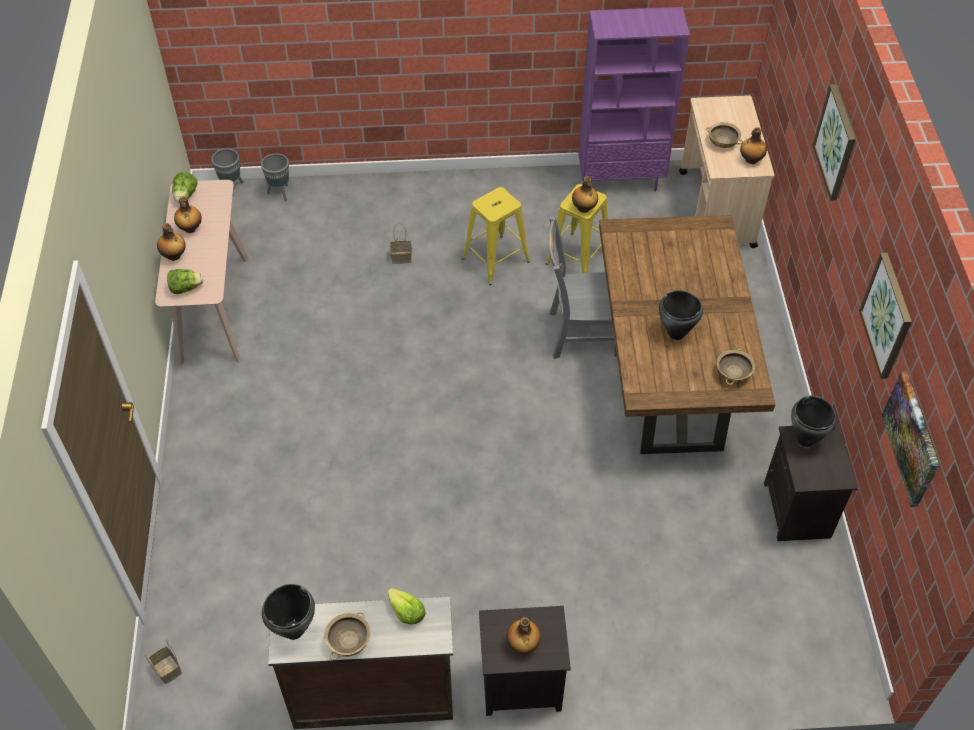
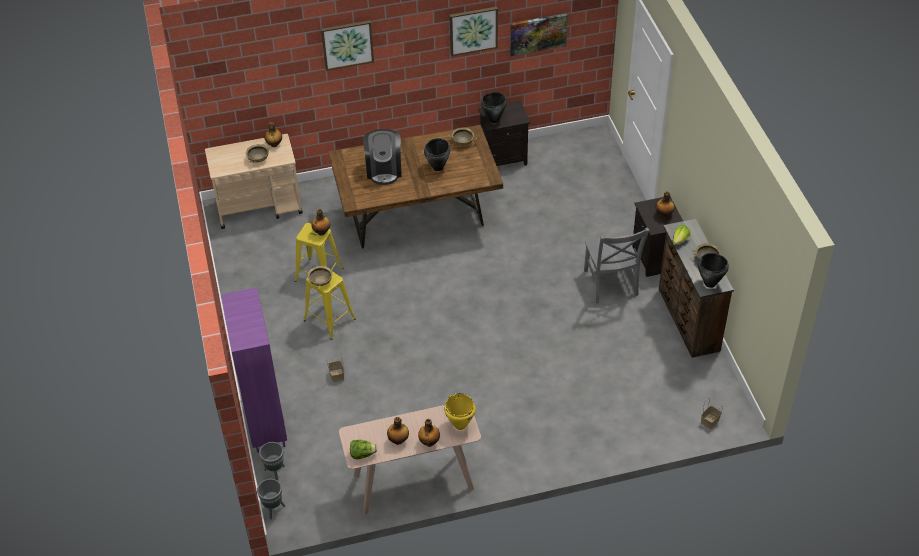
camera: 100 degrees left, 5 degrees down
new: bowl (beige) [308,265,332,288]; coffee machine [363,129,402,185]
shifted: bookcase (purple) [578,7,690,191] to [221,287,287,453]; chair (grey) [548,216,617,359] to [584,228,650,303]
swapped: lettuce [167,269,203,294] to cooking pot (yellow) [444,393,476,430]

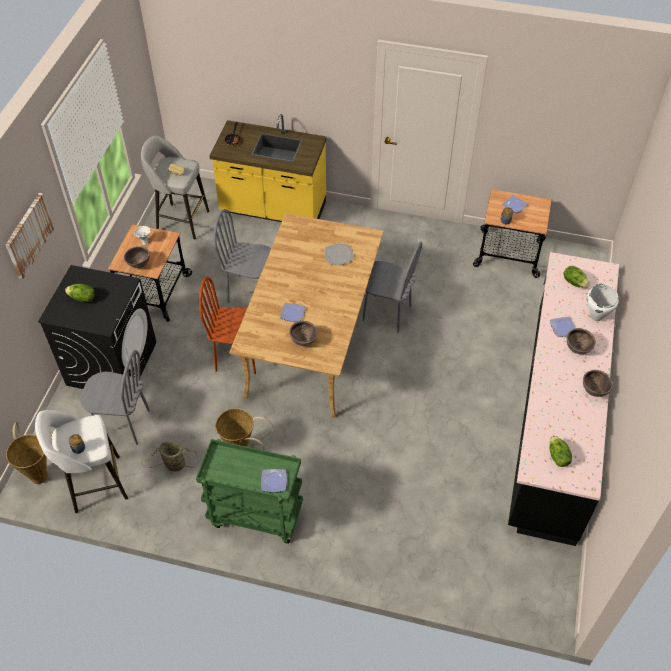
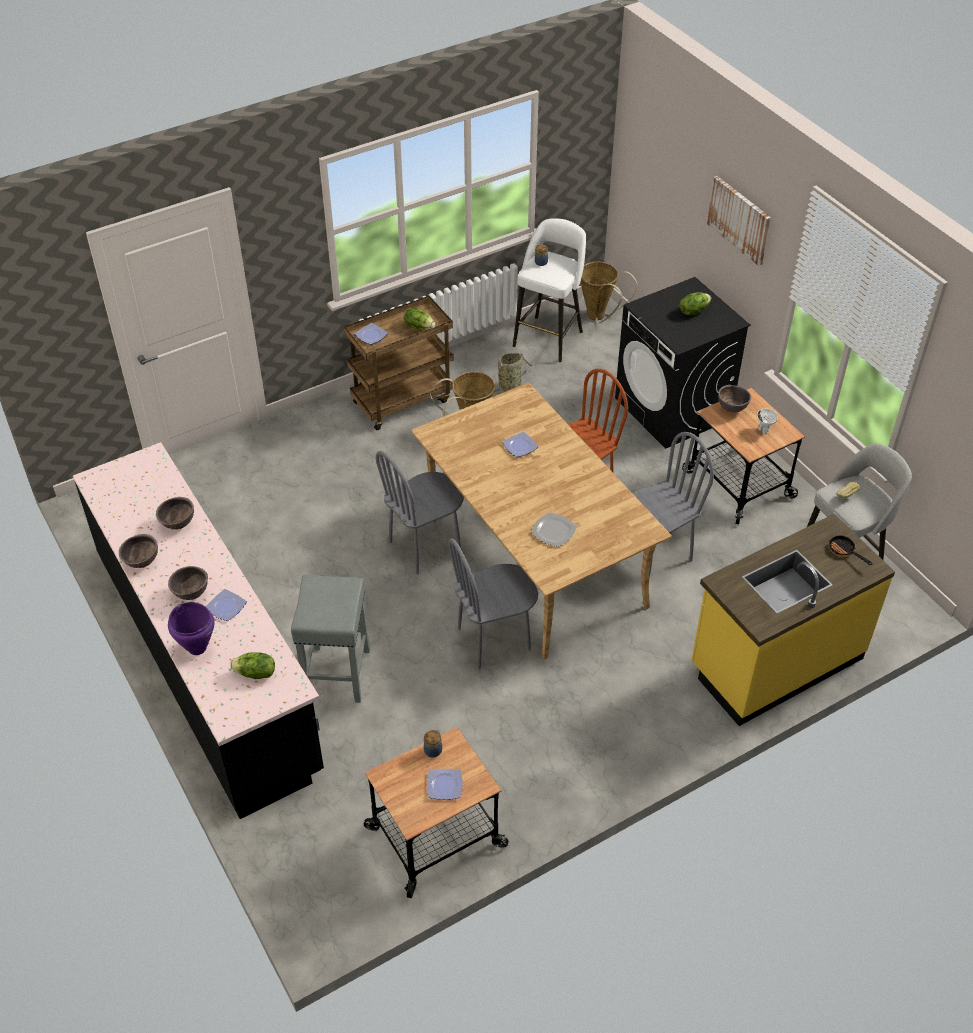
camera: 135 degrees right, 5 degrees down
new: stool (grey) [291,575,370,703]
shifted: bowl (brown) [289,321,318,346] to [156,497,194,530]; chair (grey) [80,350,150,445] to [376,451,464,574]; lettuce [549,436,572,467] to [404,307,435,330]
repainted: cooking pot (white) [587,284,619,321] to cooking pot (purple) [168,602,214,655]; cart (green) [196,439,303,544] to cart (brown) [344,296,454,430]

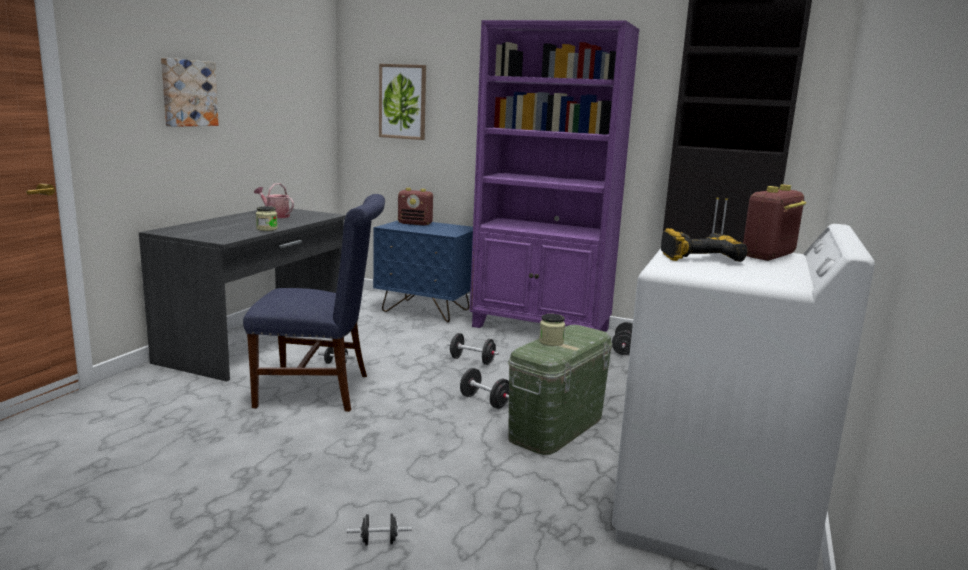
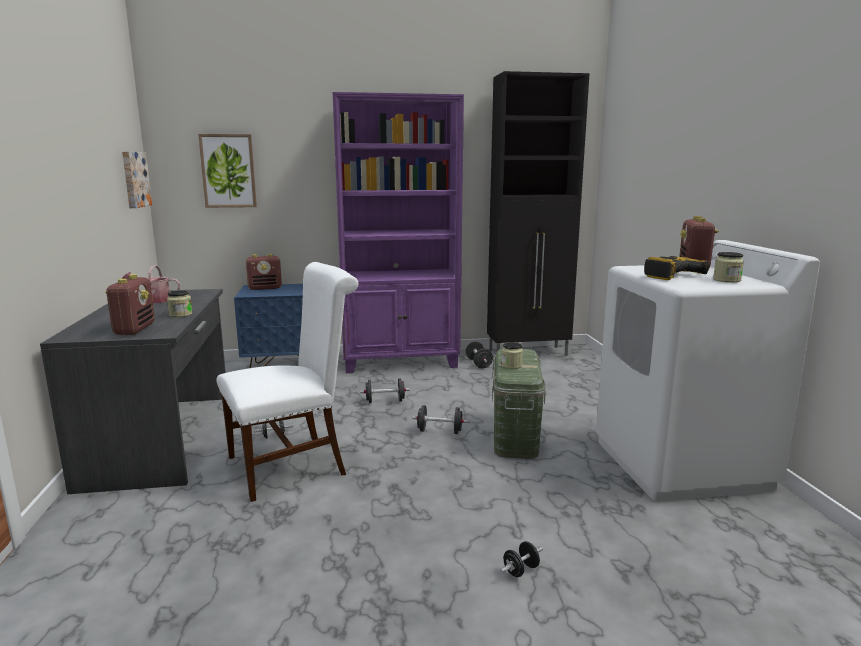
camera: 30 degrees left, 0 degrees up
new: radio [105,274,155,335]; jar [713,252,744,283]
shifted: picture [161,58,218,127] to [122,151,152,208]
repainted: chair (blue) [243,194,385,412] to chair (white) [216,262,358,502]

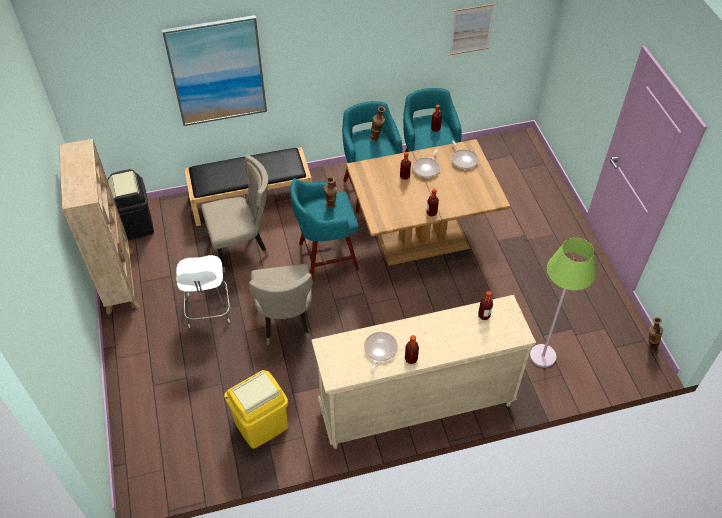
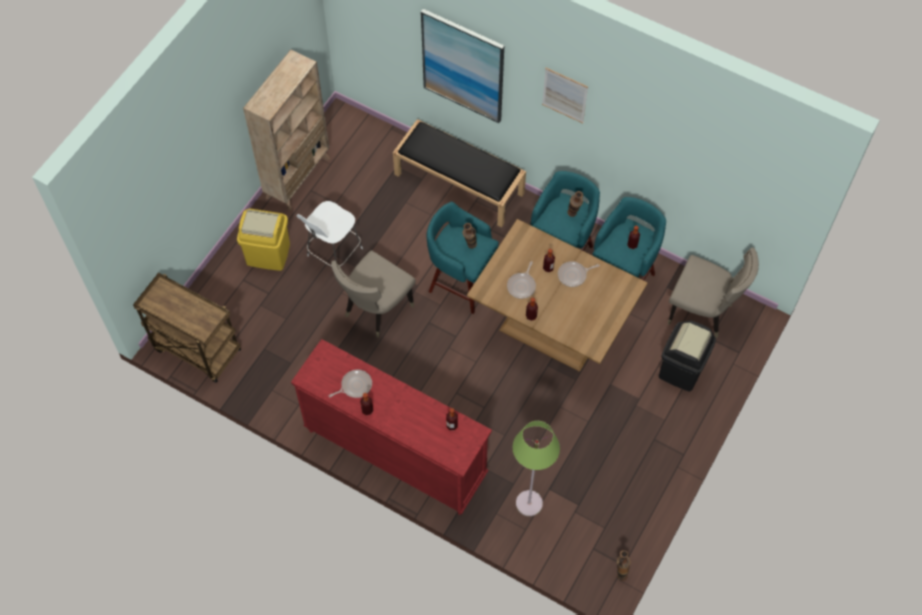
camera: 45 degrees right, 10 degrees up
new: cart (brown) [133,273,241,383]
shifted: trash can (yellow) [224,370,288,449] to [237,208,290,271]; frying pan [451,140,478,169] to [507,261,536,299]; picture [449,4,495,55] to [542,68,588,123]; trash can (black) [107,169,154,240] to [659,321,716,392]; chair (beige) [201,155,269,273] to [668,247,759,338]
repainted: dresser (beige) [311,295,536,449] to dresser (red) [291,339,492,515]

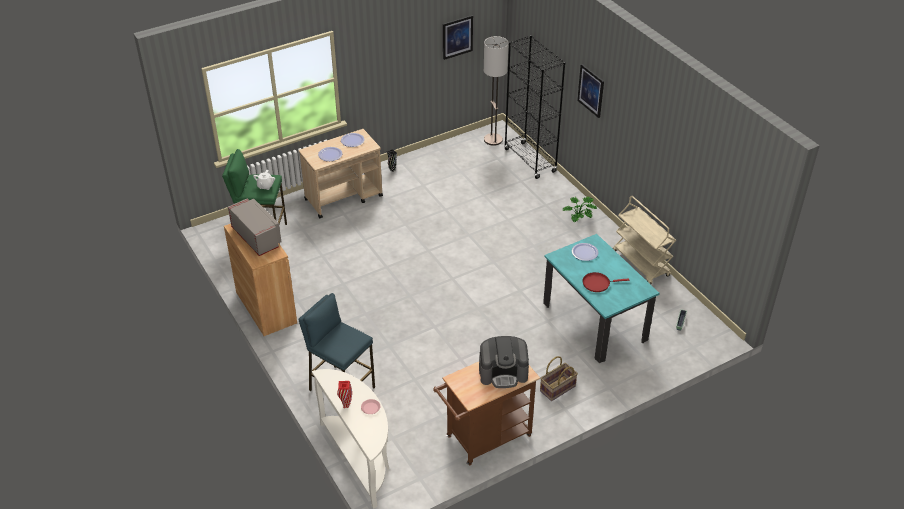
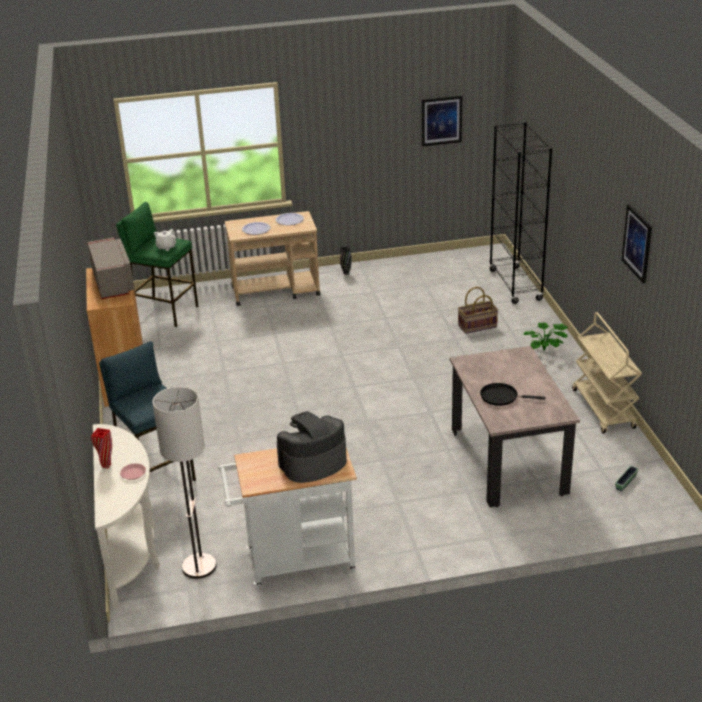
camera: 20 degrees right, 10 degrees down
gone: plate [572,243,599,261]
shifted: floor lamp [484,36,509,146] to [152,386,216,579]; basket [540,356,578,401] to [458,287,498,334]; picture [577,64,604,118] to [621,204,652,283]
repainted: cart (brown) [433,362,540,465] to cart (white) [218,448,357,587]; dining table (turquoise) [543,234,660,363] to dining table (beige) [450,346,580,507]; frying pan (red) [582,272,630,292] to frying pan (black) [480,383,545,406]
rotated: coffee machine [479,336,529,388] = [277,411,347,483] 135 degrees clockwise

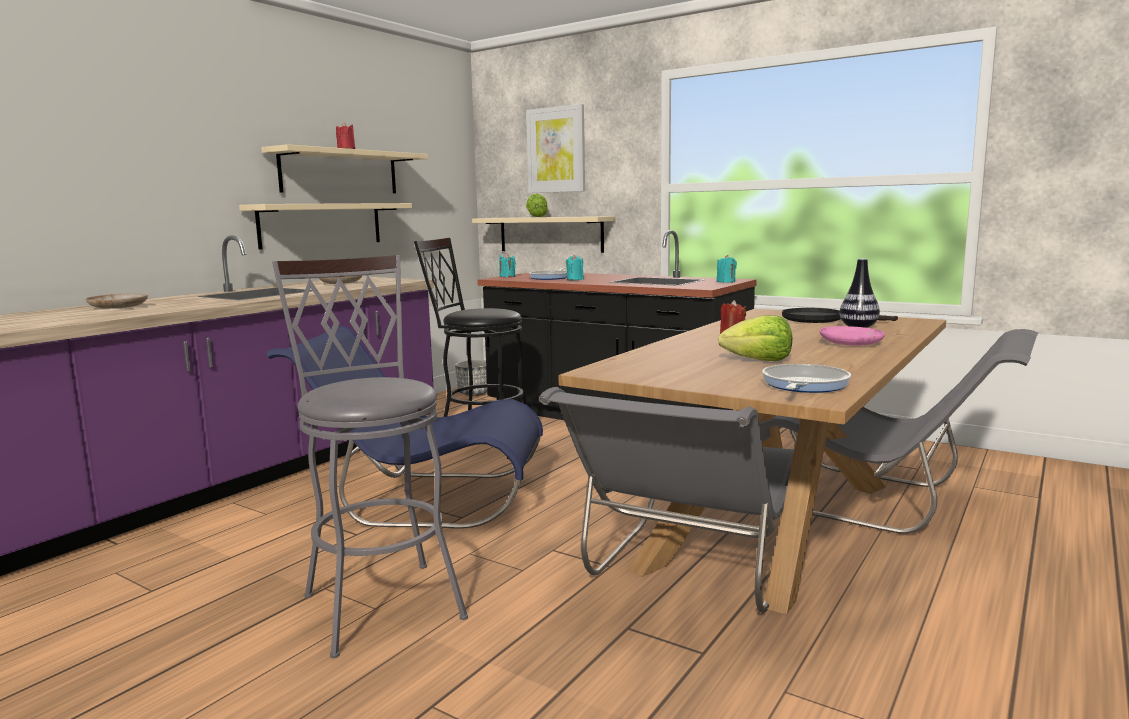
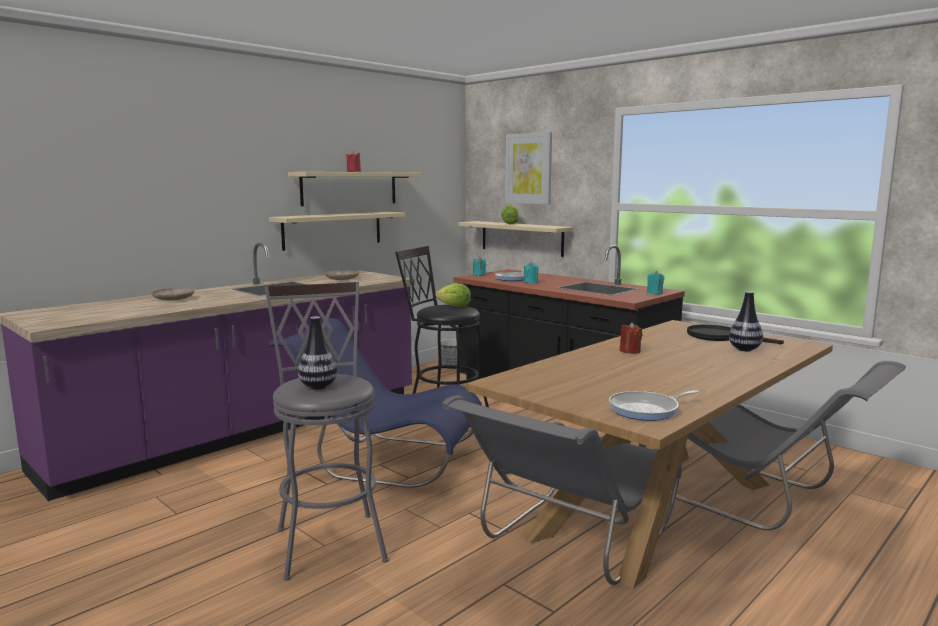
camera: 10 degrees right, 0 degrees up
gone: plate (pink) [820,326,885,346]
new: vase [298,316,337,389]
shifted: lettuce [718,315,792,361] to [435,283,471,307]
rotated: frying pan [762,364,851,393] = [609,390,699,421] 150 degrees counterclockwise

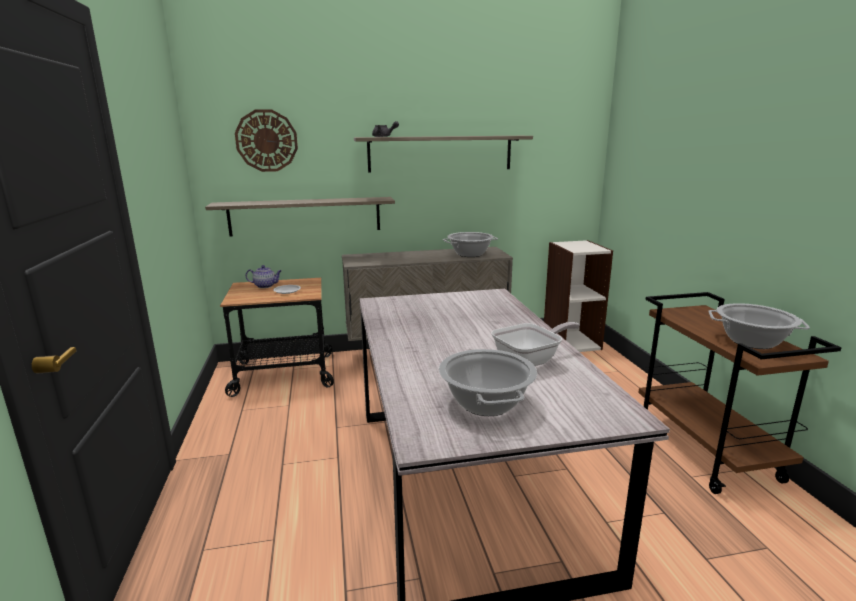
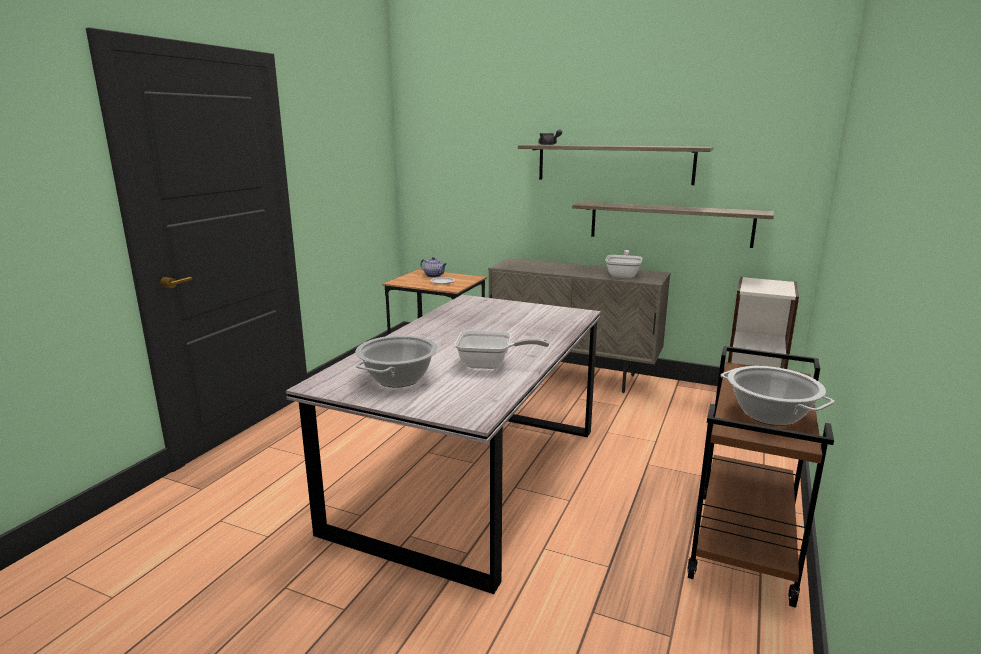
camera: 35 degrees right, 0 degrees up
gone: wall clock [235,109,298,172]
shifted: shelf [205,197,395,237] to [572,202,774,248]
swapped: cooking pot [443,232,498,257] to frying pan [606,250,643,278]

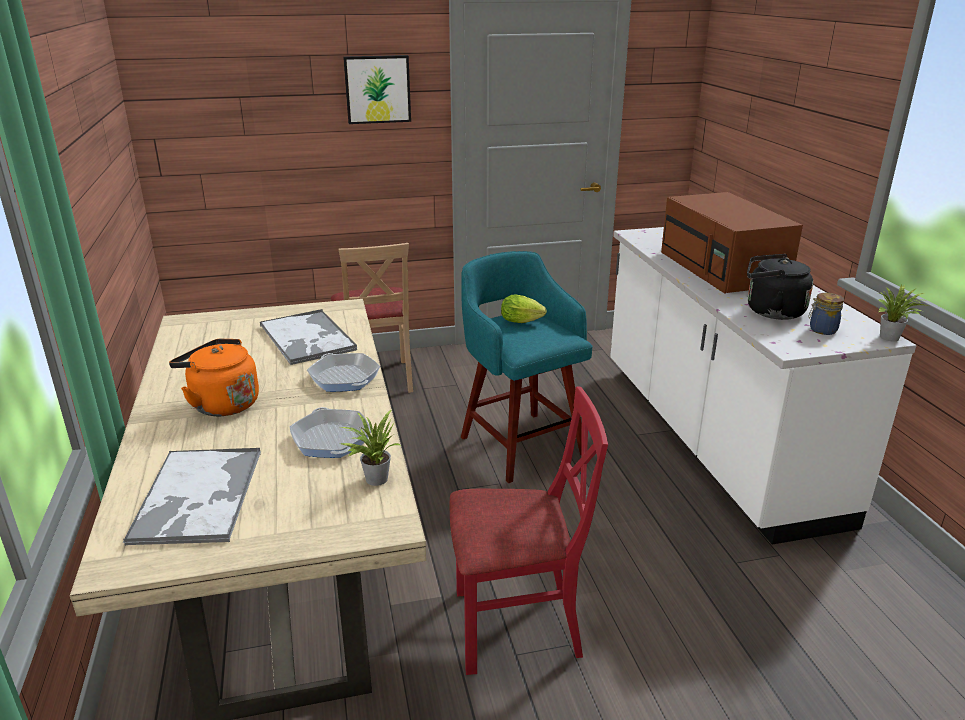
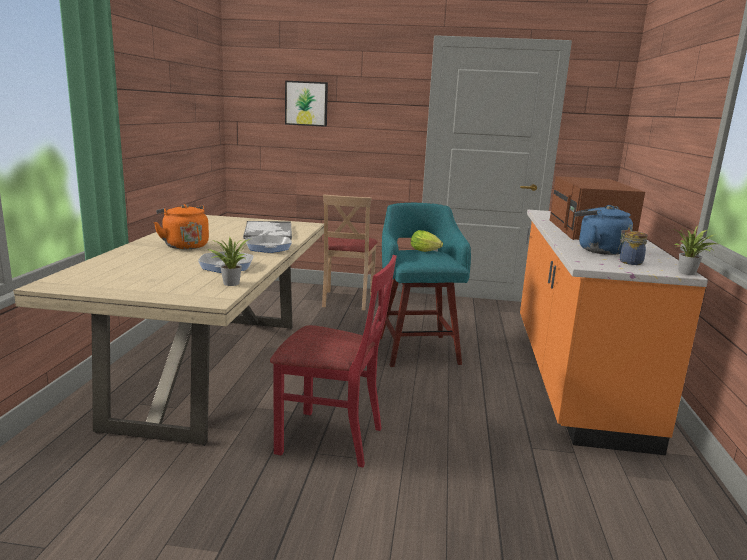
camera: 20 degrees right, 10 degrees down
gone: tray [122,448,261,545]
shifted: picture [343,55,411,124] to [285,81,328,127]
repainted: counter (white) [610,227,916,545] to counter (orange) [520,210,708,455]; kettle (black) [747,254,813,320] to kettle (blue) [574,205,633,255]

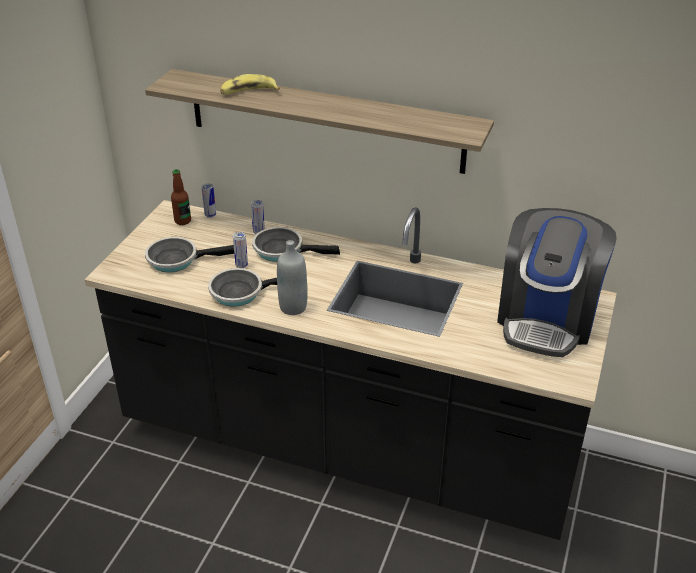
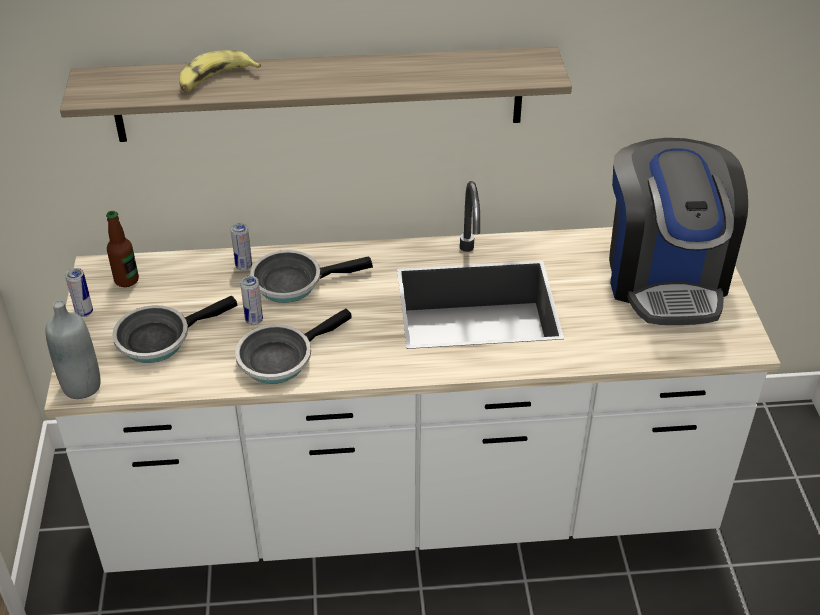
camera: 25 degrees left, 5 degrees up
shifted: bottle (grey) [277,240,307,315] to [46,300,101,399]; can [201,183,216,218] to [65,268,93,317]
repainted: counter (black) [85,200,617,540] to counter (white) [44,181,781,573]

